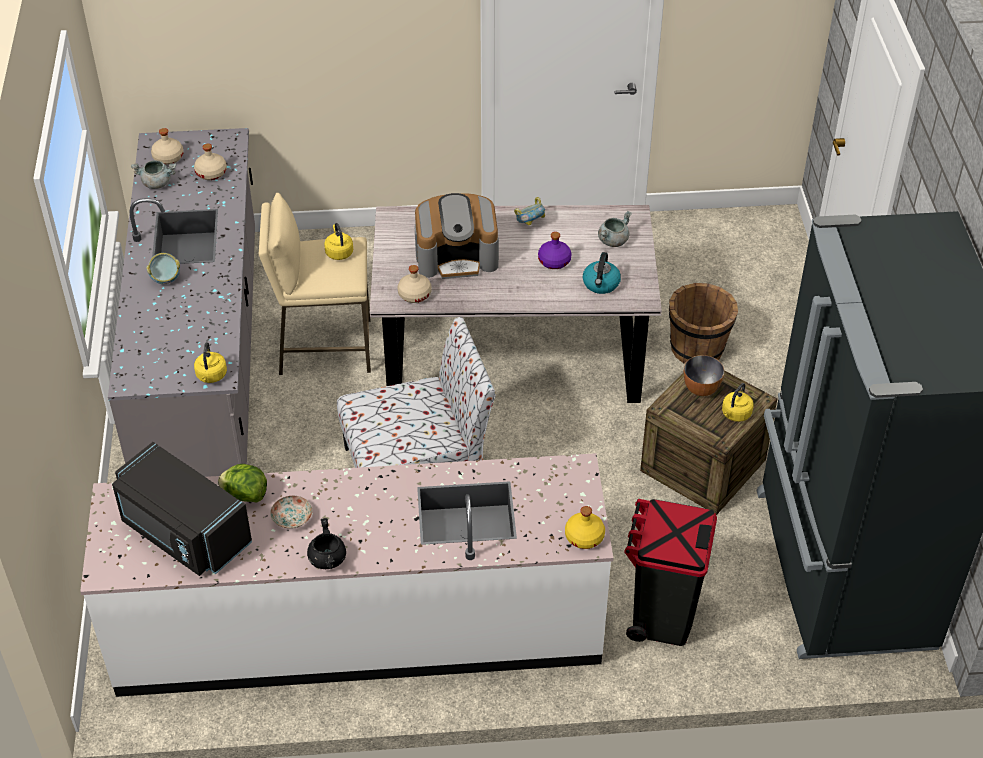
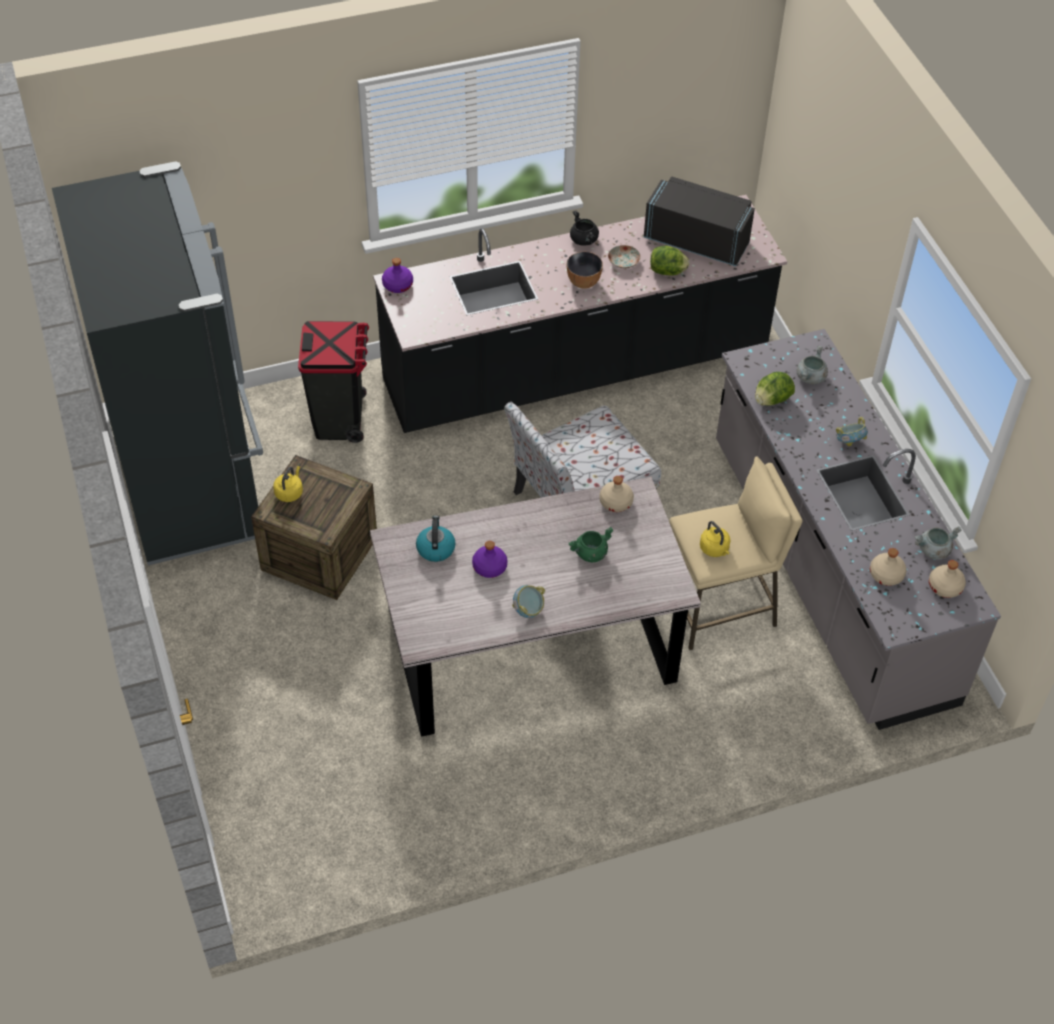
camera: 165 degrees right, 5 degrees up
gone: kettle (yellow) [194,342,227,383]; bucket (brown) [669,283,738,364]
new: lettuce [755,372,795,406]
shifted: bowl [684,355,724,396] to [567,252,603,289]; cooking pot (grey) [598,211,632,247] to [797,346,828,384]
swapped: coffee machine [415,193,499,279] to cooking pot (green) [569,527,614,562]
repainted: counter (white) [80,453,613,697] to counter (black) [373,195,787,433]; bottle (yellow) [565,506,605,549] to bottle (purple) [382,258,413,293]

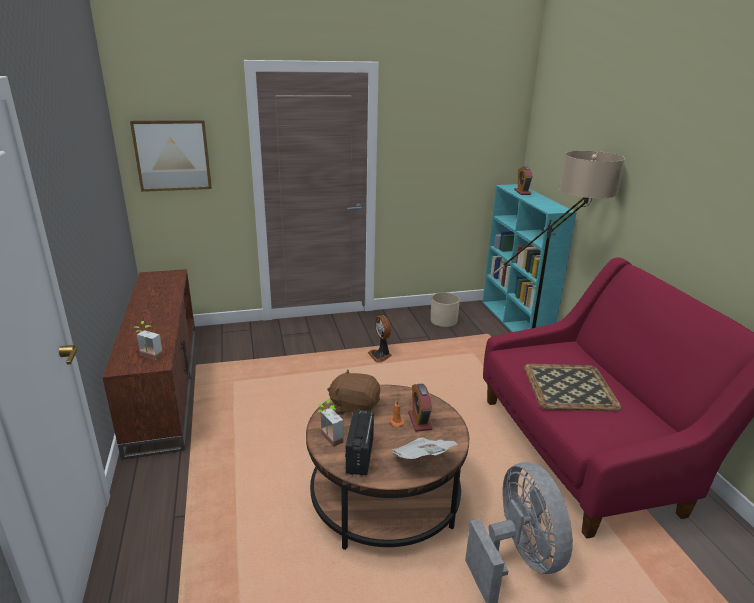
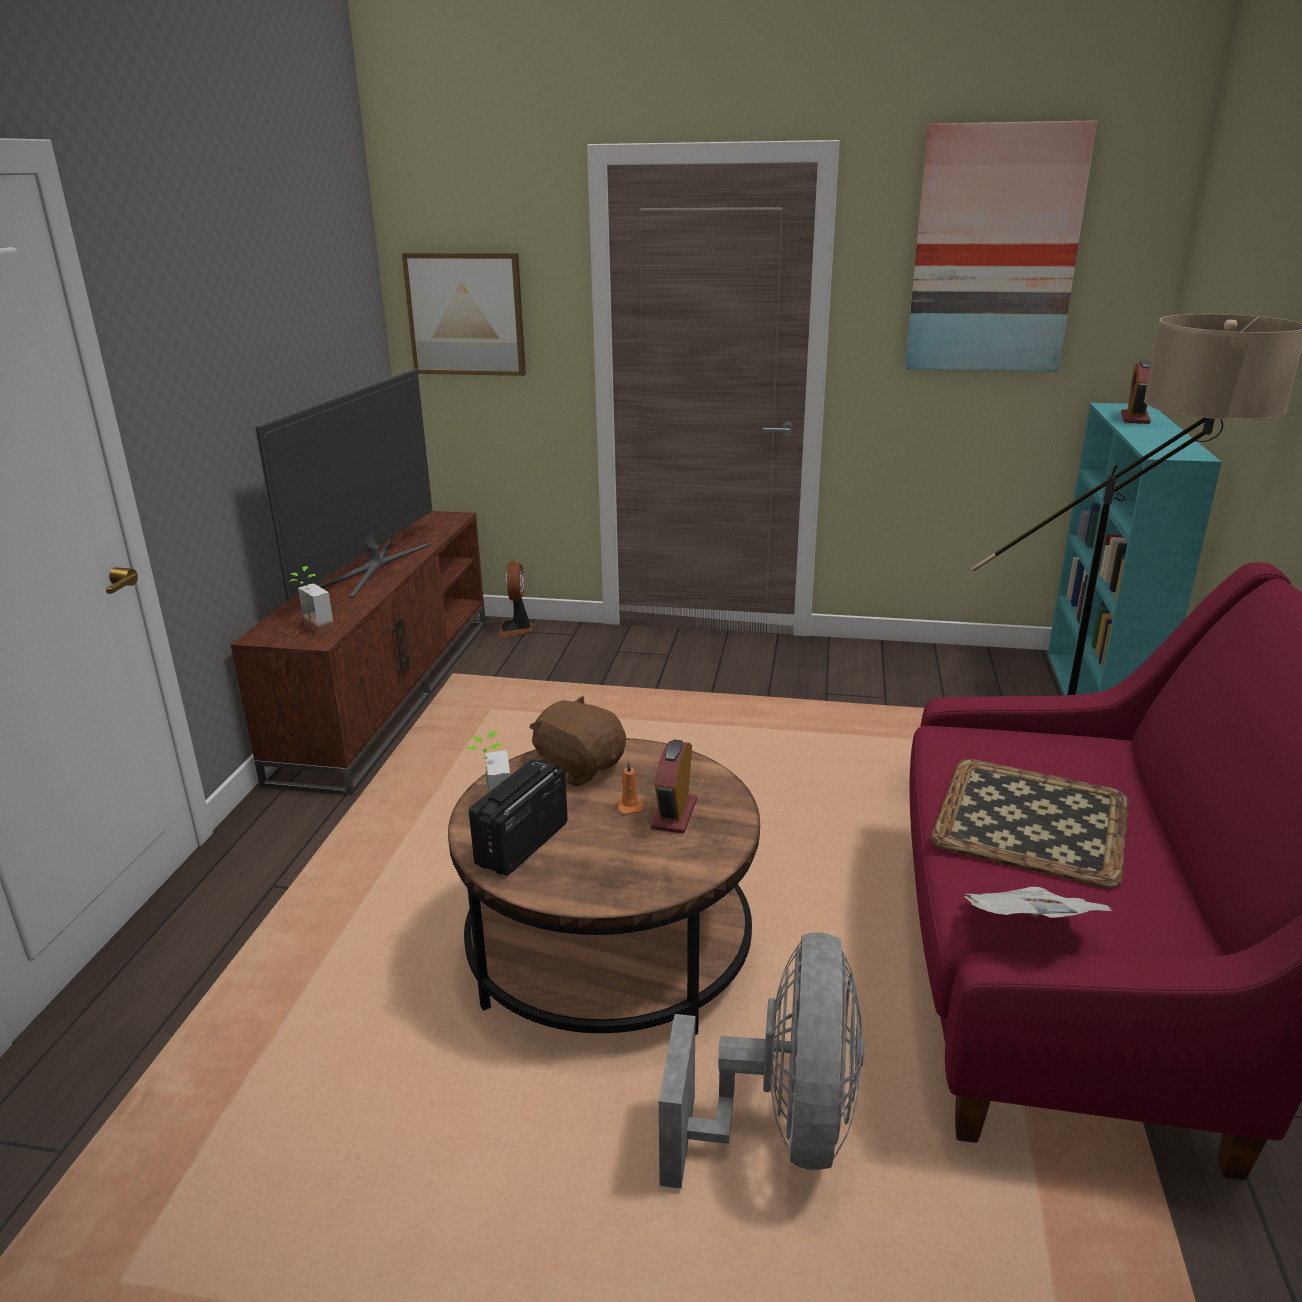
camera: 25 degrees right, 0 degrees up
gone: planter (beige) [431,292,460,327]
new: television [255,368,433,600]; picture [905,120,1098,372]
shifted: fan [367,315,392,363] to [497,561,533,637]; newspaper [392,437,458,459] to [965,887,1113,918]

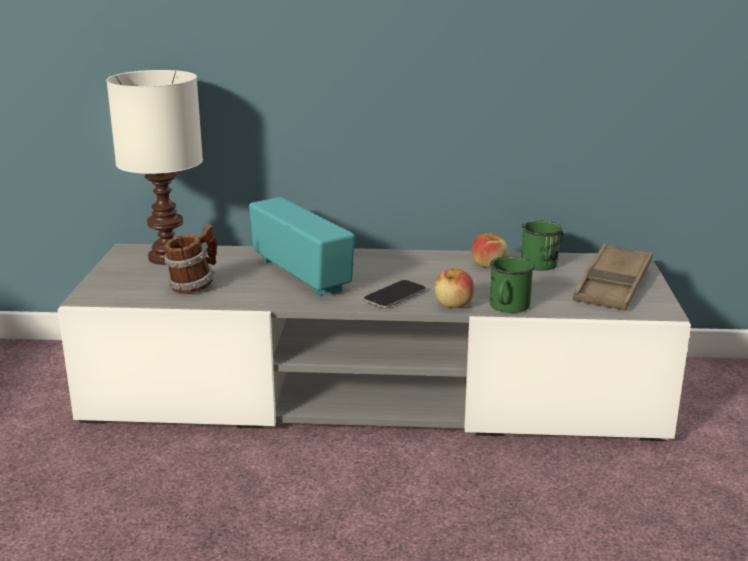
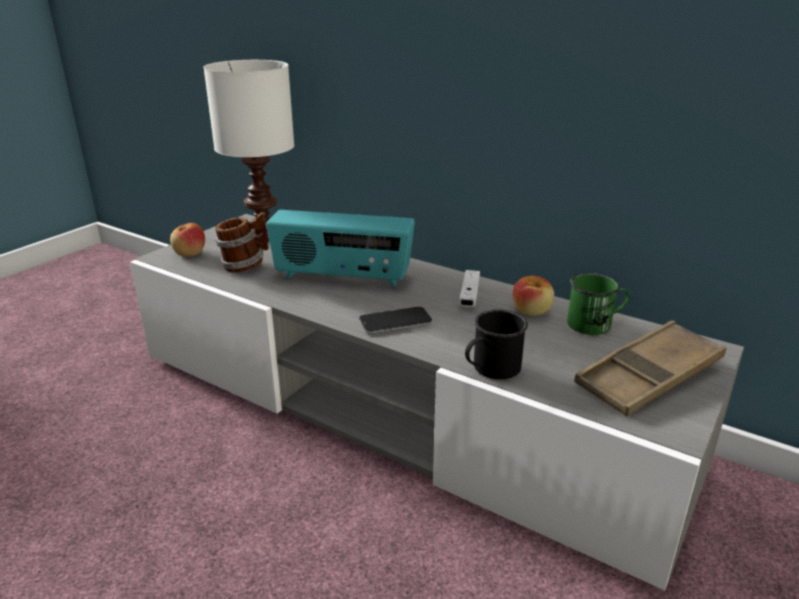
camera: 30 degrees right, 5 degrees up
new: game controller (white) [459,270,480,307]
shifted: apple [434,268,474,308] to [170,223,205,257]
repainted: mug (green) [490,256,535,313] to mug (black) [465,309,528,379]
rotated: radio [249,197,355,296] = [266,210,415,287] 105 degrees clockwise

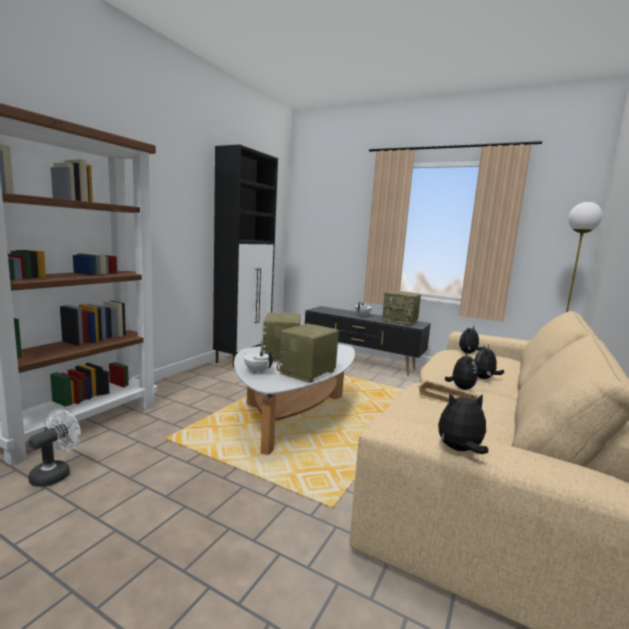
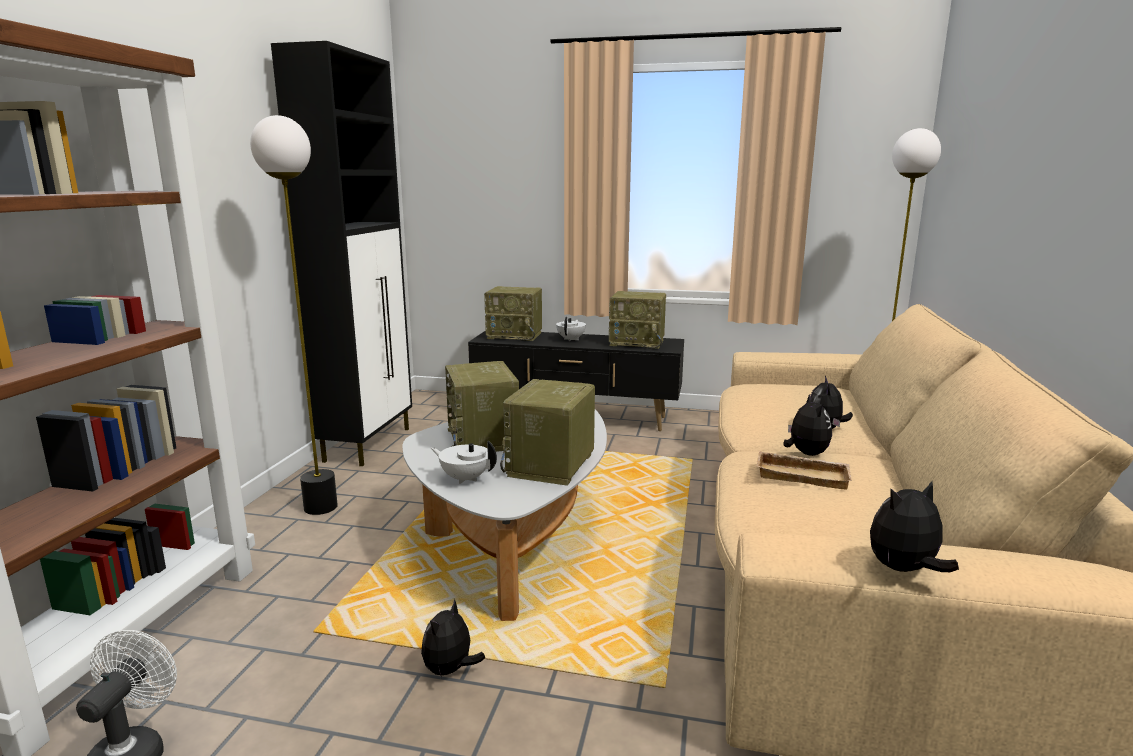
camera: 15 degrees left, 5 degrees up
new: floor lamp [250,115,338,515]; radio [484,286,542,341]
shifted: plush toy [459,326,485,353] to [421,599,485,678]

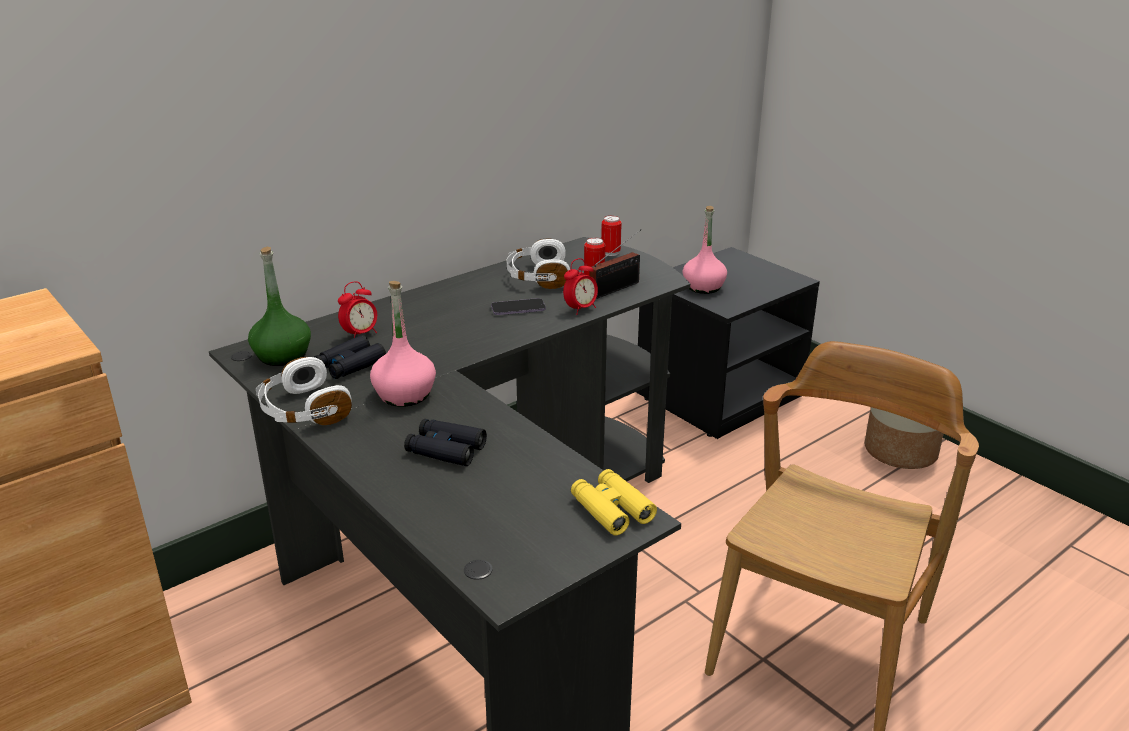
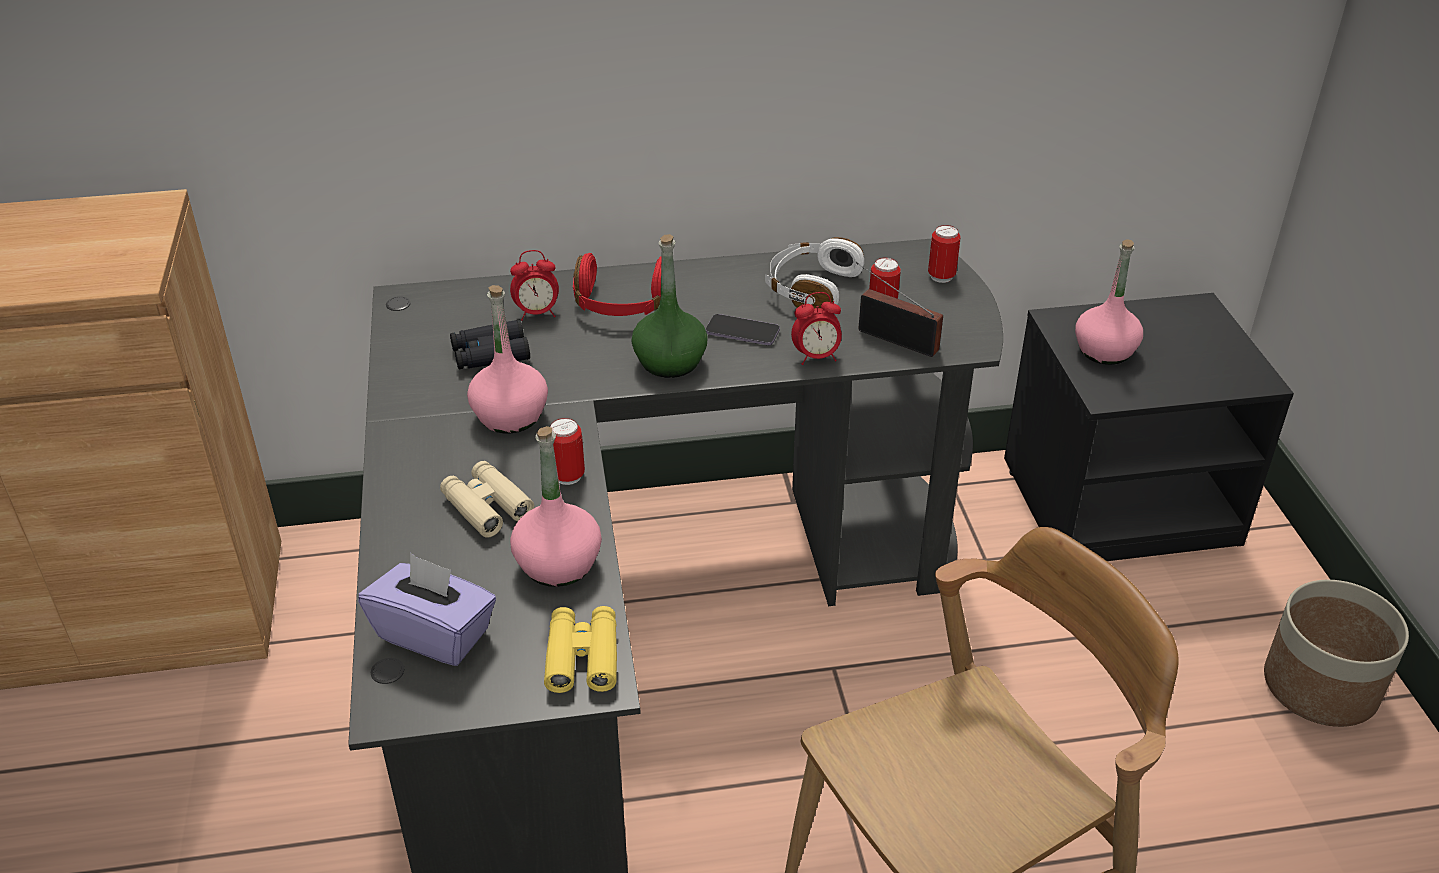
camera: 30 degrees right, 10 degrees up
gone: headphones (white) [256,357,352,425]
new: tissue box (purple) [358,553,496,666]; bottle (pink) [510,426,602,587]; can [550,418,585,485]; headphones (red) [573,253,662,316]
shifted: bottle (green) [248,247,311,366] to [632,234,708,378]
repainted: binoculars (black) [404,419,487,466] to binoculars (beige) [440,461,534,538]
rotated: radio [590,229,641,299] = [856,262,943,357] 135 degrees counterclockwise

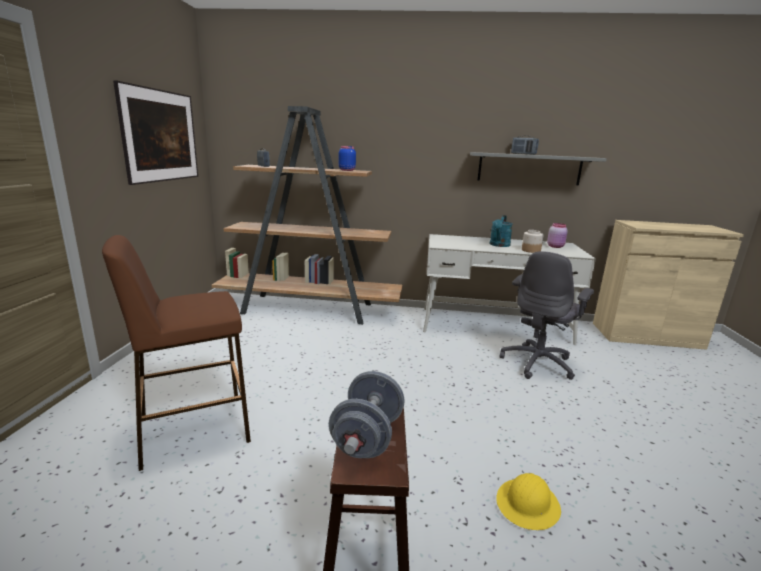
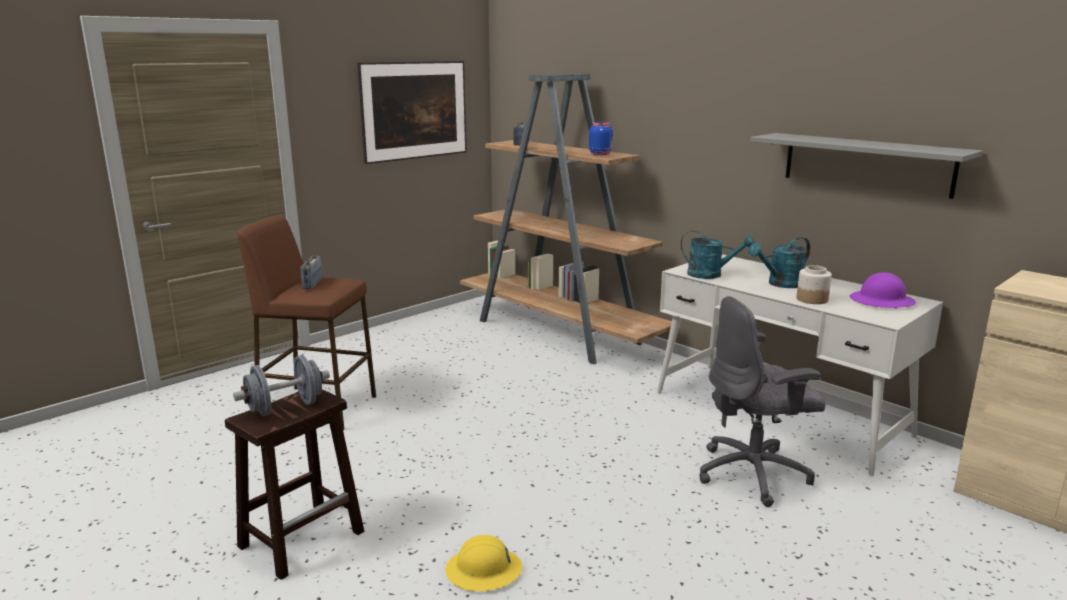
camera: 40 degrees right, 0 degrees up
new: watering can (turquoise) [681,230,755,279]
shifted: radio [511,136,539,155] to [301,256,322,289]
swapped: jar (pink) [547,223,568,248] to hard hat (purple) [850,272,916,309]

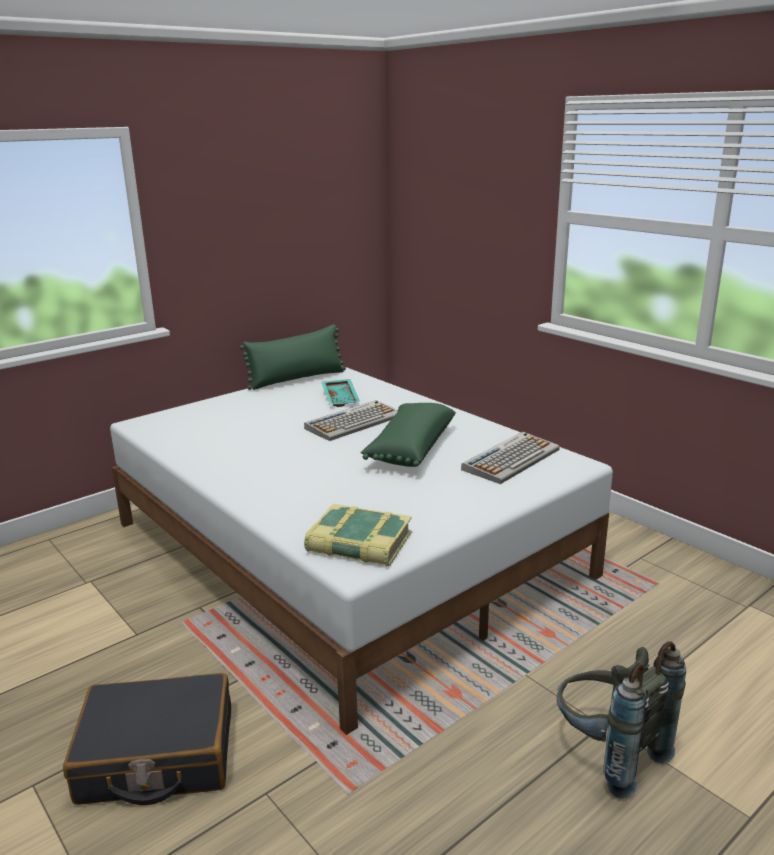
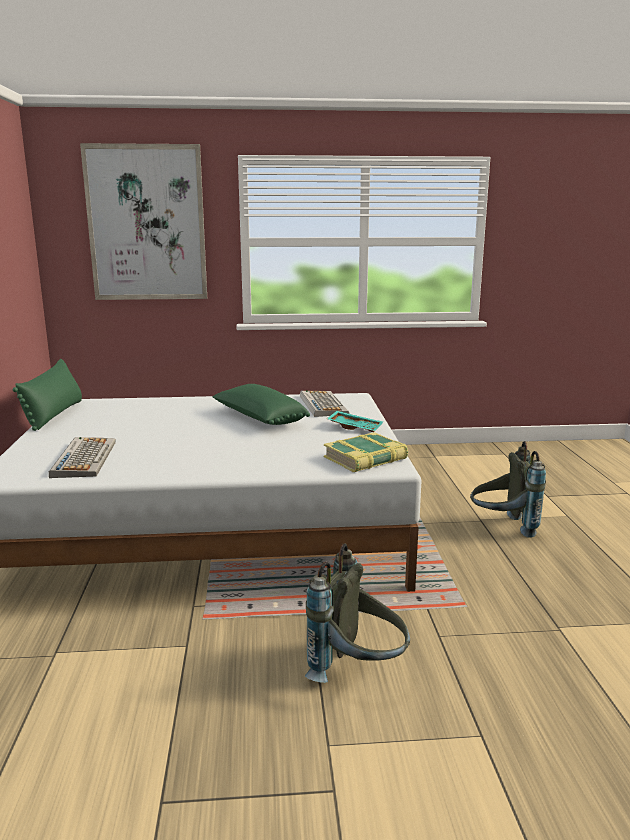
camera: 55 degrees left, 5 degrees down
new: picture [80,143,207,300]
shifted: keyboard [304,400,398,441] to [49,437,116,478]; tray (turquoise) [322,379,360,407] to [327,411,383,432]
swapped: suitcase (black) [63,673,231,805] to backpack (grey) [305,543,410,683]

